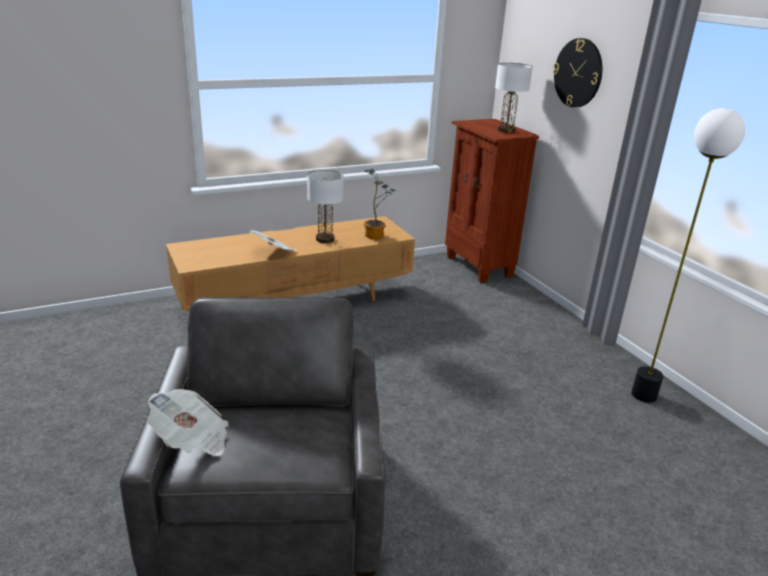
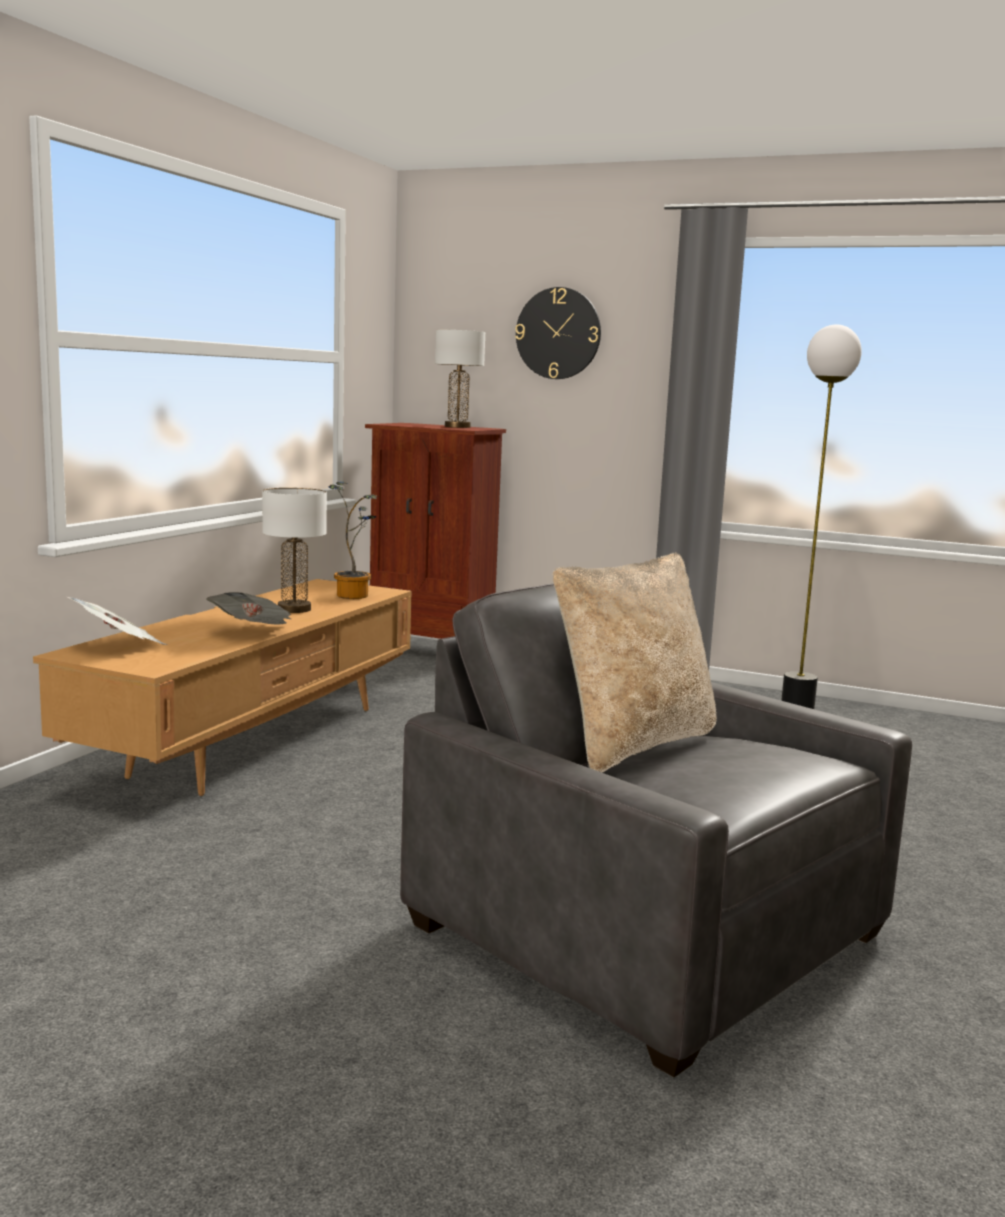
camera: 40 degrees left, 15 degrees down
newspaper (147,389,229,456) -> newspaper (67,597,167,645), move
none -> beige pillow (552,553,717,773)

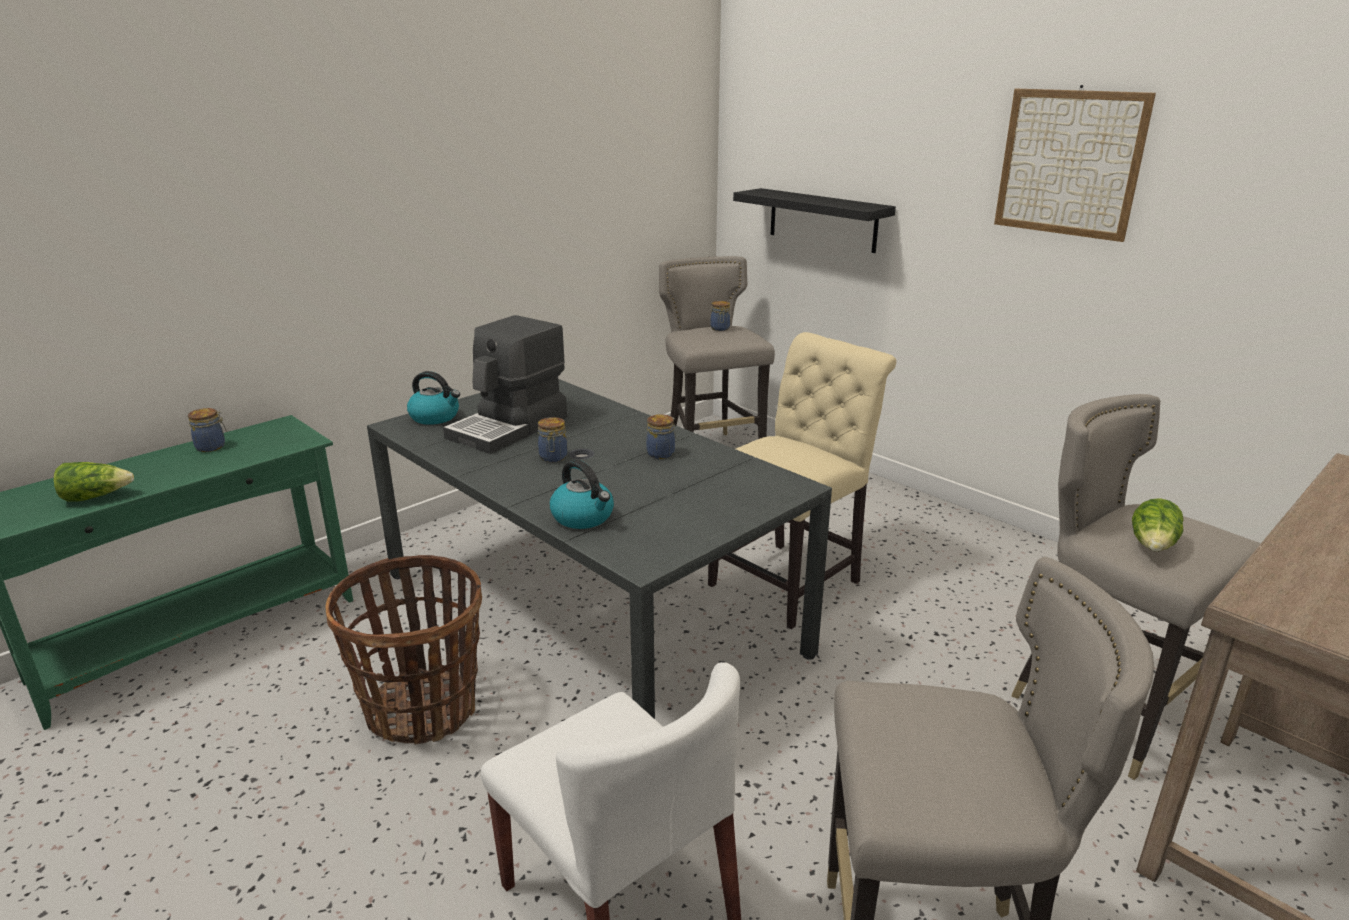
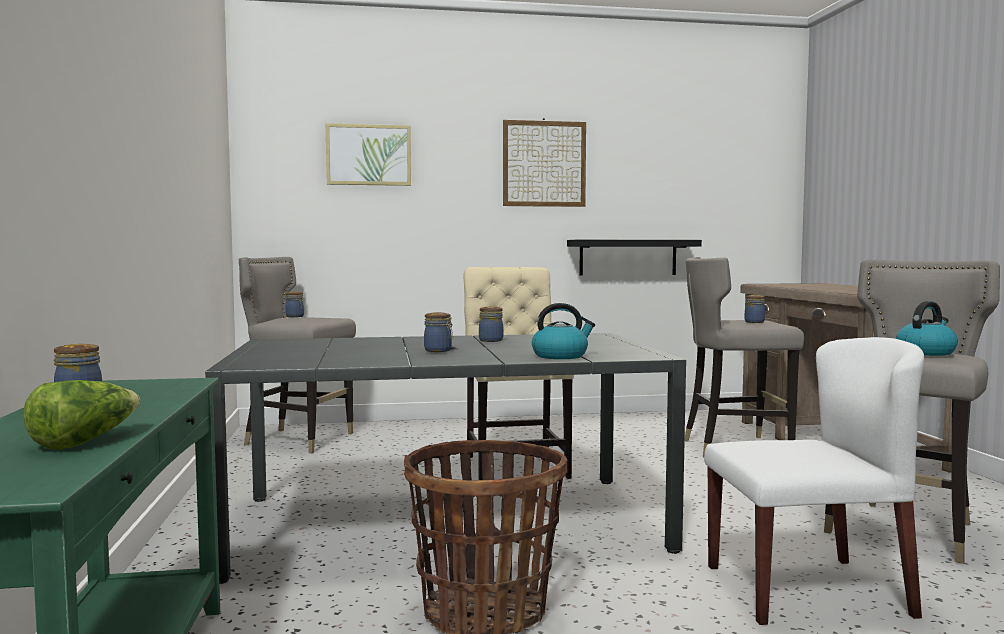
camera: 55 degrees left, 20 degrees down
none -> picture (326,123,411,186)
black shelf (733,188,896,253) -> black shelf (567,240,702,275), move
lettuce (1132,498,1183,552) -> jar (745,295,765,323)
kettle (407,371,460,425) -> kettle (896,301,958,356), move
coffee machine (443,315,567,454) -> none

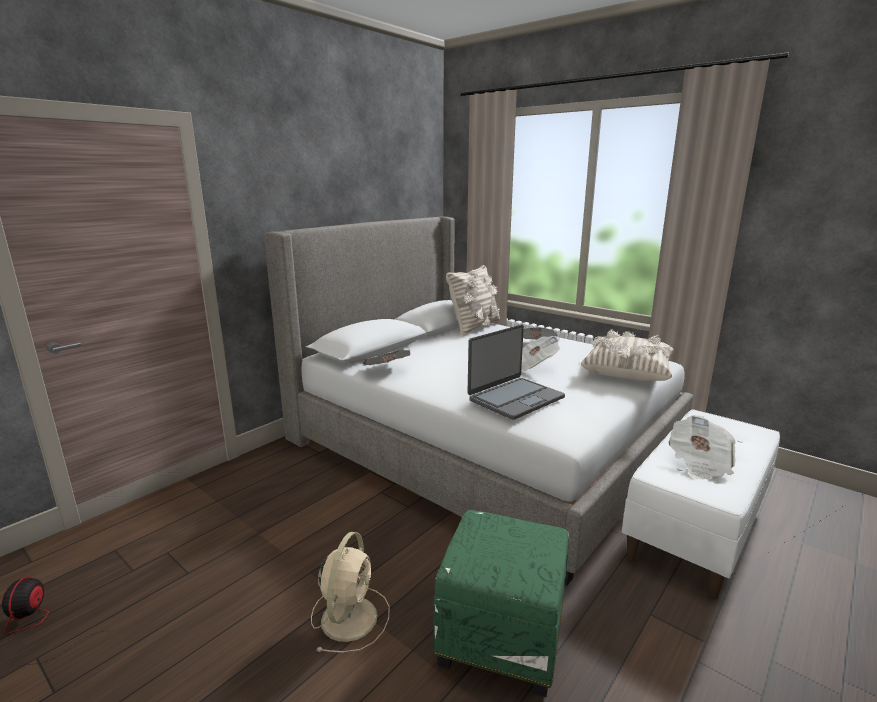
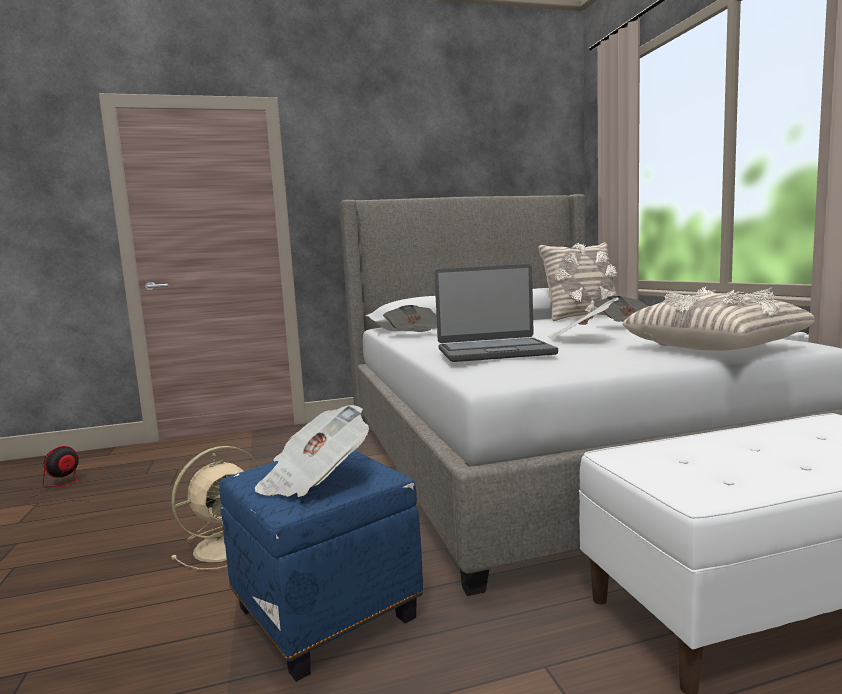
camera: 35 degrees right, 10 degrees down
green ottoman (434,510,569,697) -> blue ottoman (220,450,423,682)
newspaper (668,415,736,480) -> newspaper (255,405,369,497), move

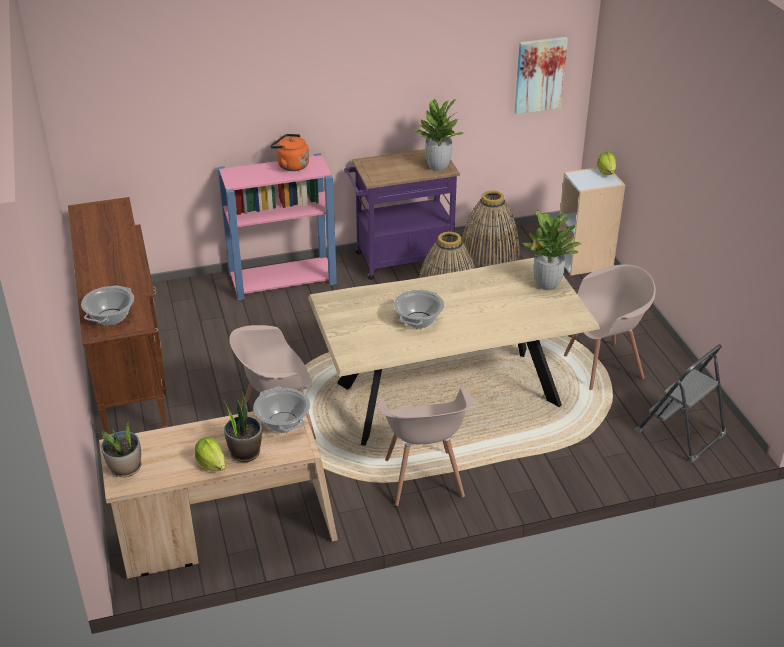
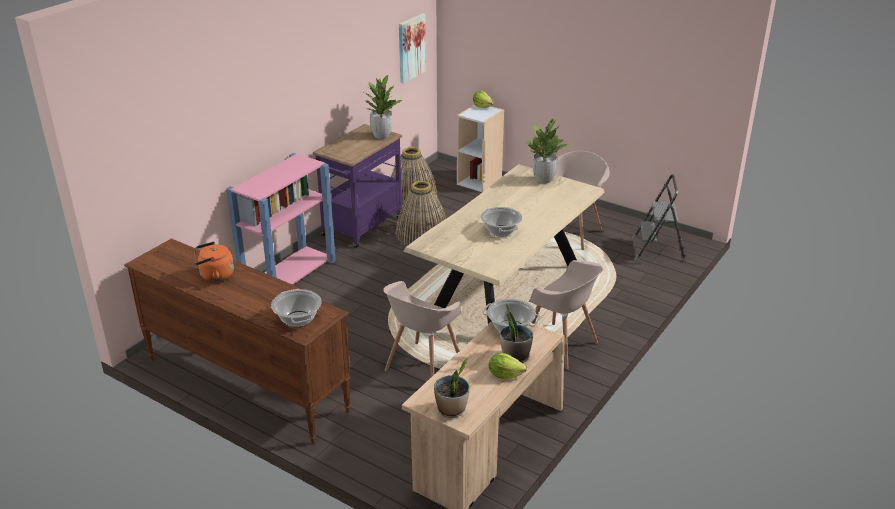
camera: 40 degrees left, 5 degrees down
orange kettle (270,134,309,171) -> orange kettle (194,242,234,282), move

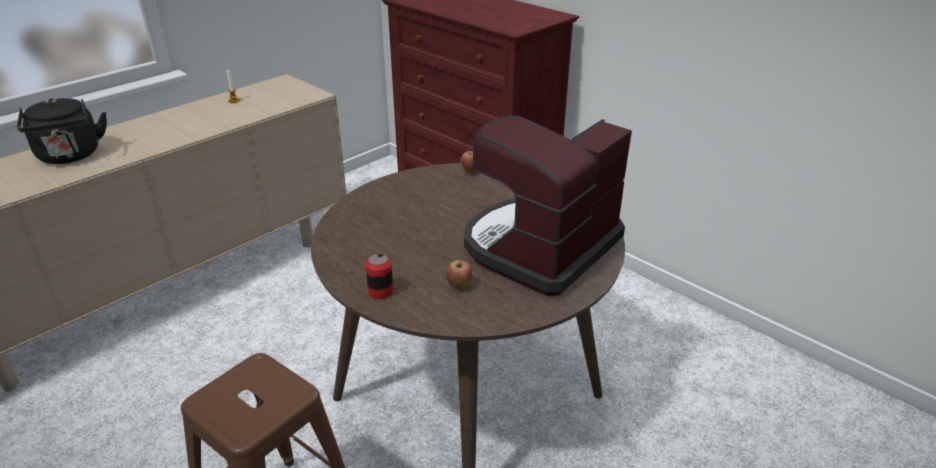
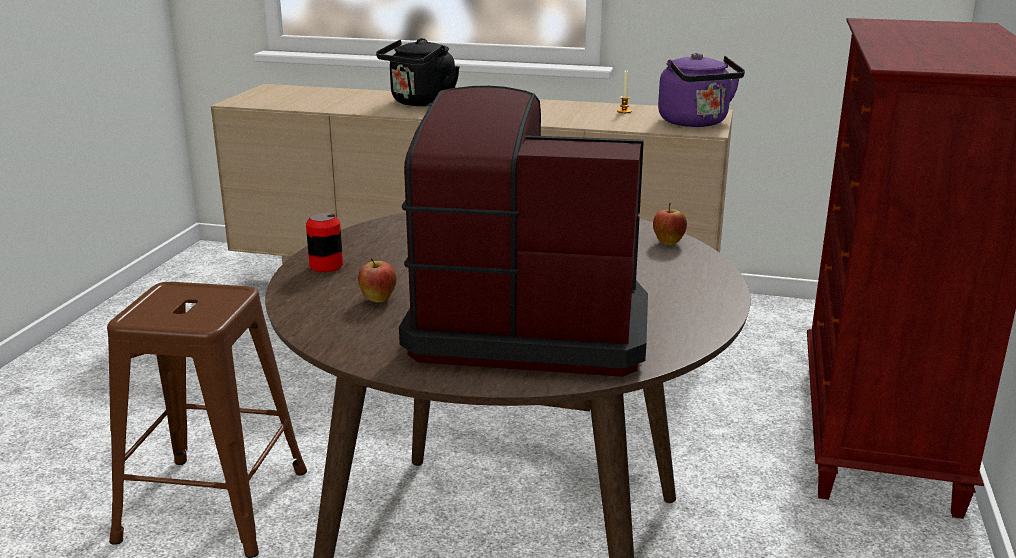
camera: 60 degrees right, 10 degrees down
none -> purple kettle (658,53,745,127)

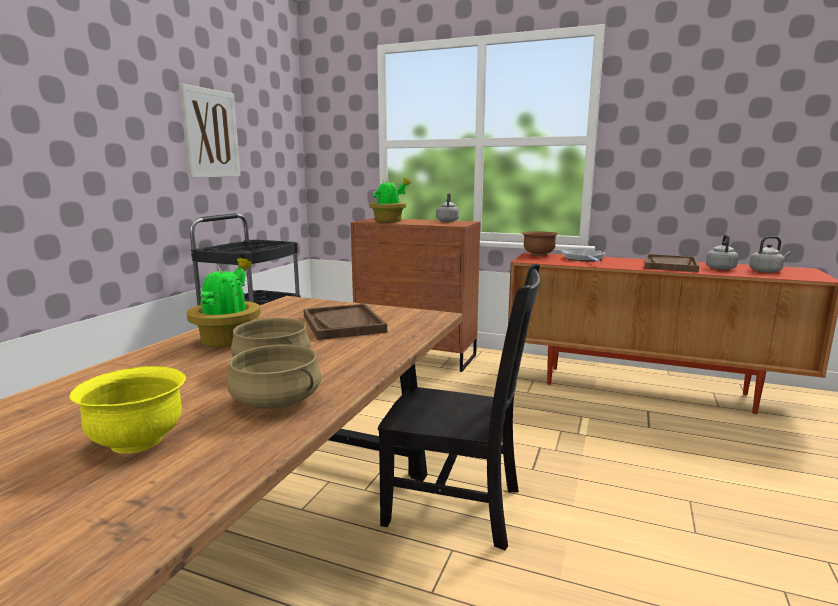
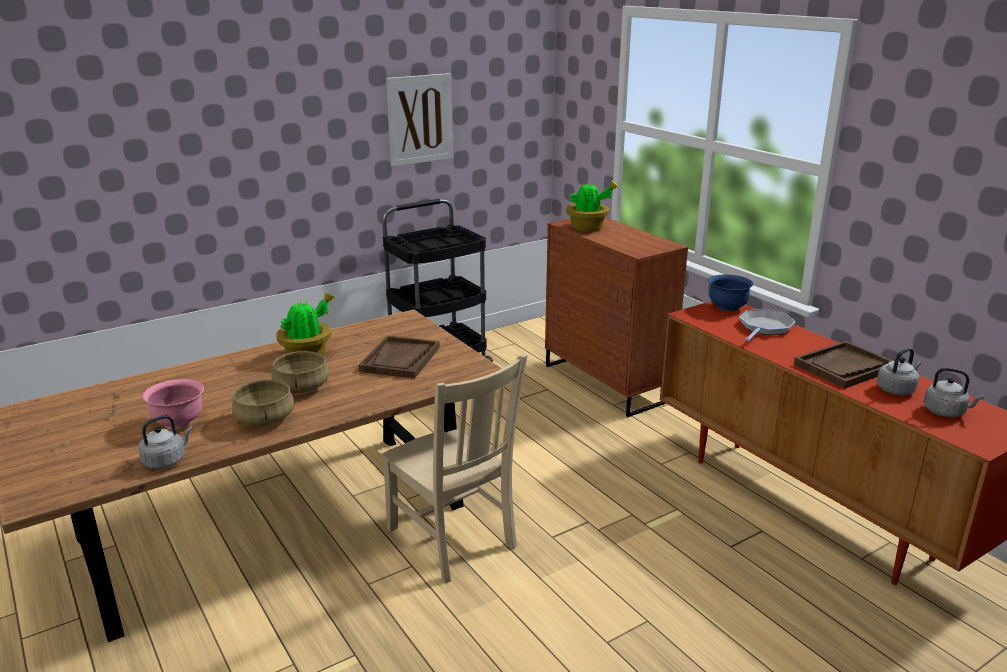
camera: 35 degrees right, 10 degrees up
grey kettle (436,193,459,222) -> grey kettle (138,415,193,469), move
yellow bowl (69,366,186,453) -> pink bowl (143,379,204,429)
black chair (378,263,540,550) -> beige chair (382,354,528,583)
brown bowl (522,231,558,257) -> blue bowl (708,275,753,312)

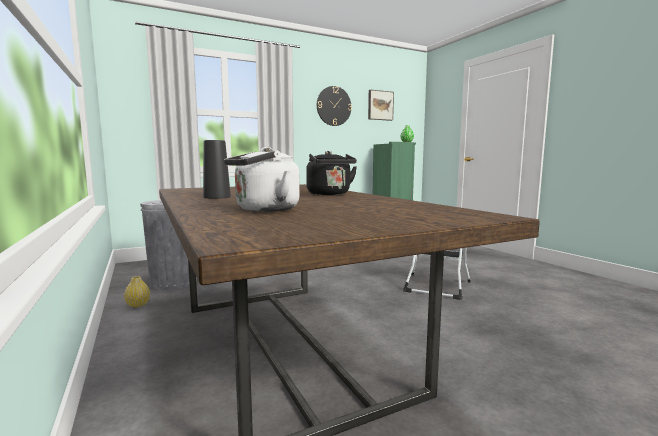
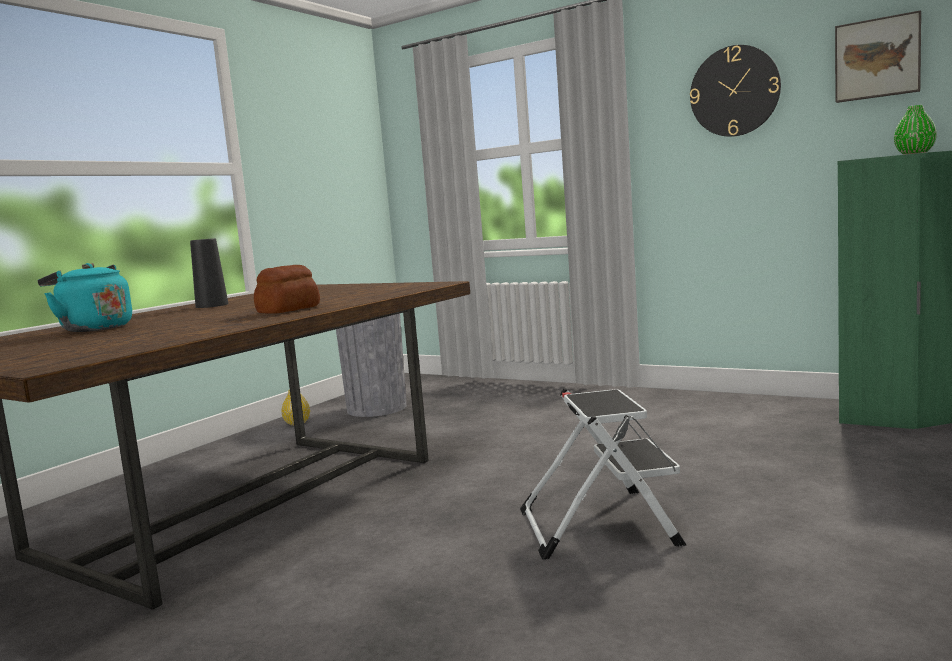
camera: 60 degrees right, 0 degrees up
white kettle (224,147,300,212) -> turquoise kettle (38,263,132,332)
black kettle (306,151,357,195) -> bread (254,265,320,314)

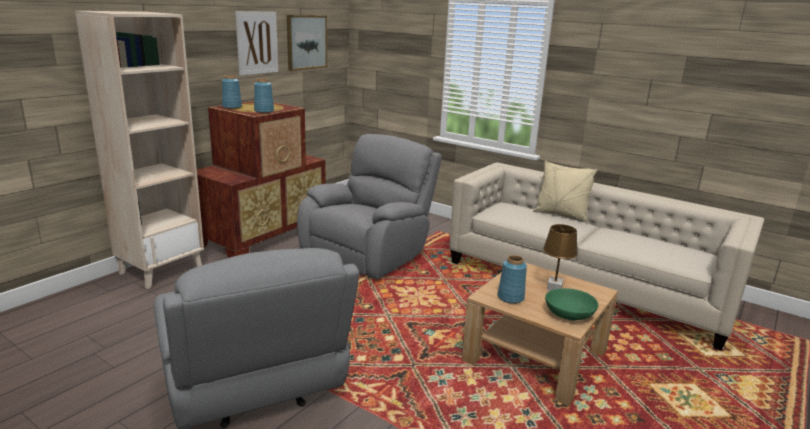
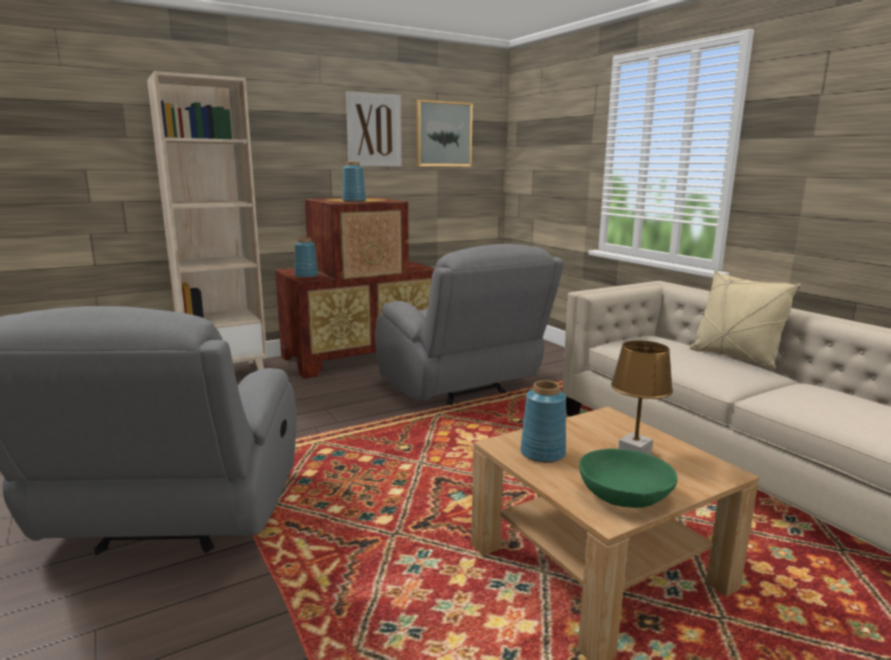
camera: 25 degrees right, 5 degrees down
blue vase (222,75,242,109) -> blue vase (295,238,318,278), move
grey armchair (297,134,442,280) -> grey armchair (375,244,564,405), 90 degrees clockwise

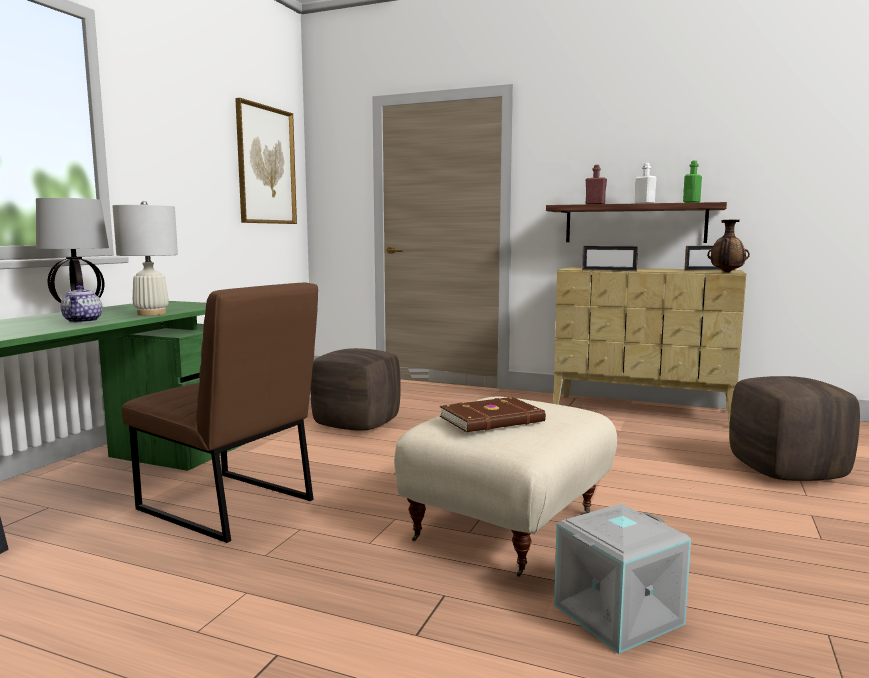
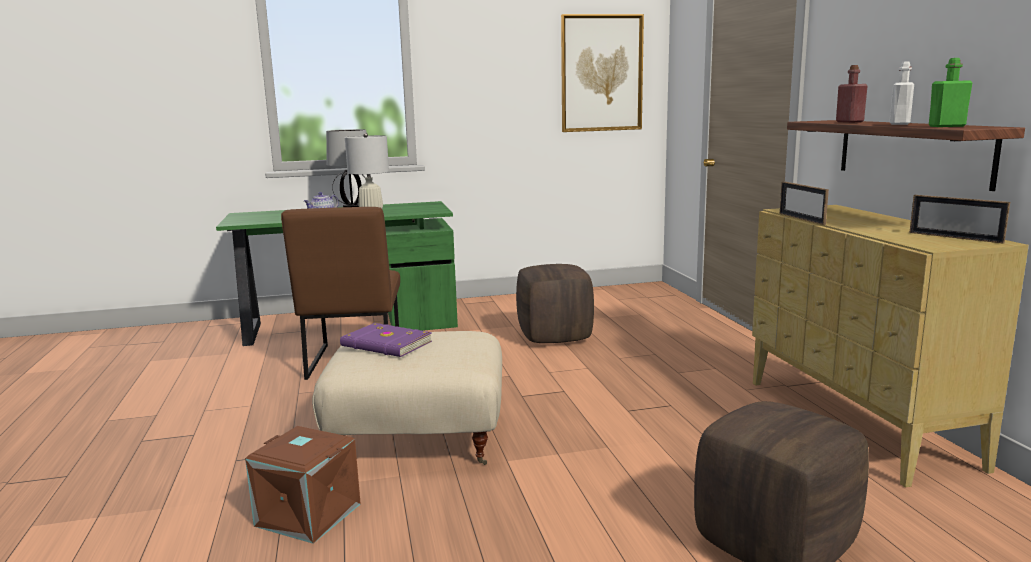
camera: 55 degrees right, 5 degrees up
grey storage box (554,504,691,654) -> brown storage box (245,426,361,544)
brown book (440,397,546,432) -> purple book (340,323,432,357)
vase (707,219,750,273) -> none

